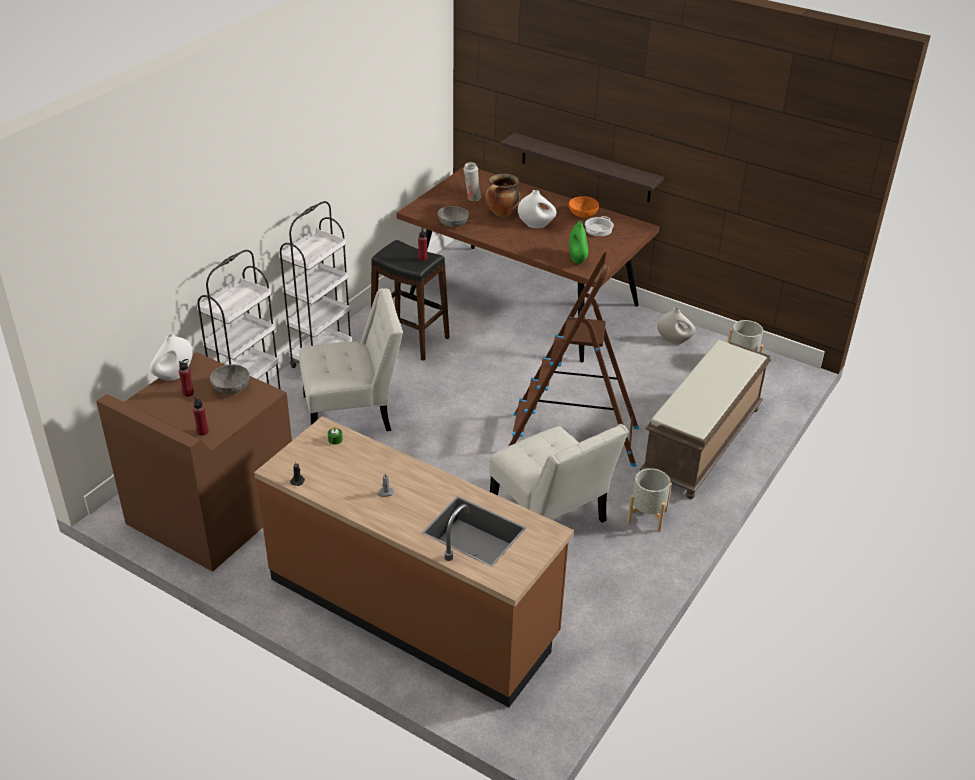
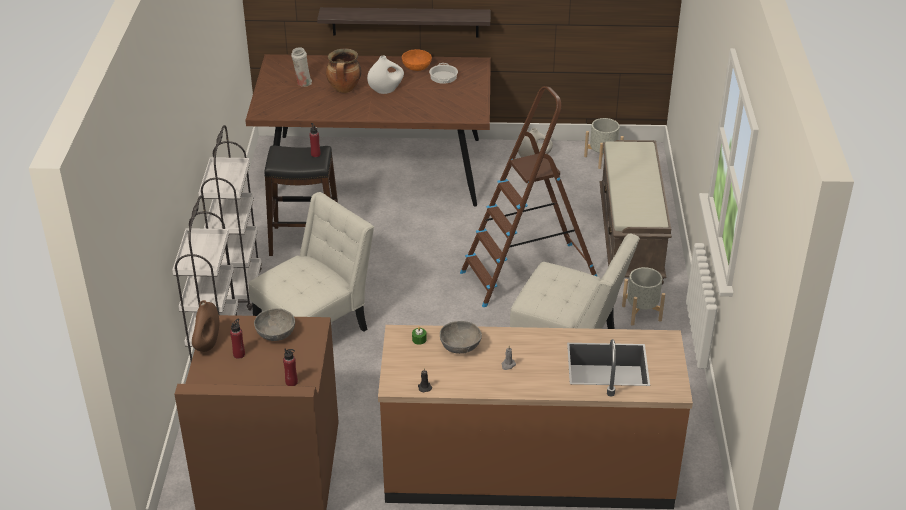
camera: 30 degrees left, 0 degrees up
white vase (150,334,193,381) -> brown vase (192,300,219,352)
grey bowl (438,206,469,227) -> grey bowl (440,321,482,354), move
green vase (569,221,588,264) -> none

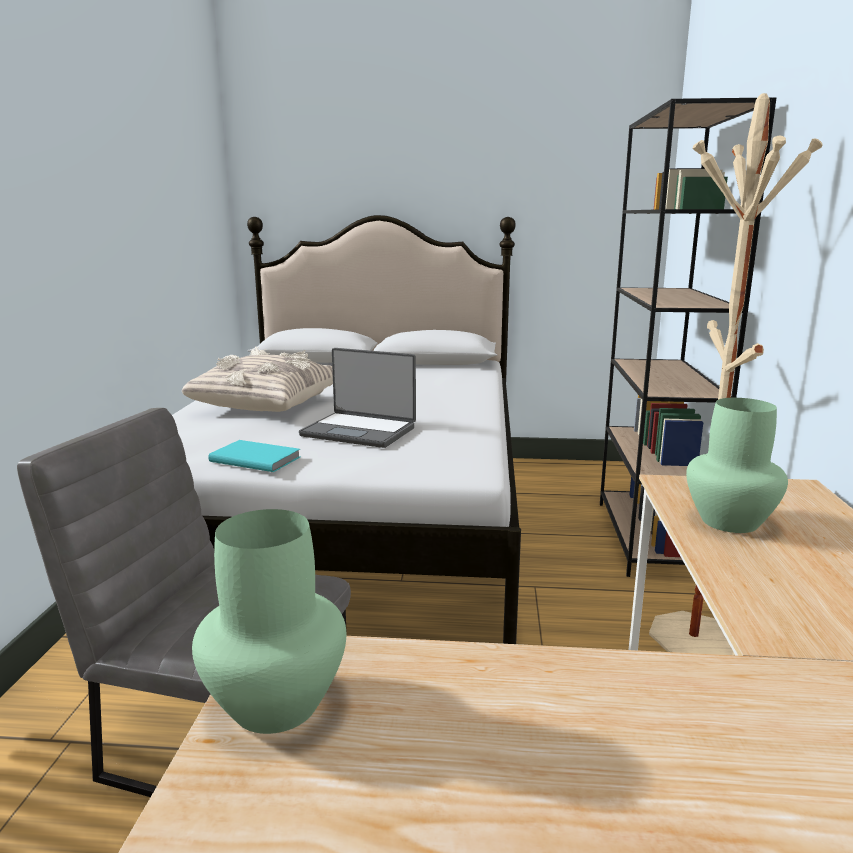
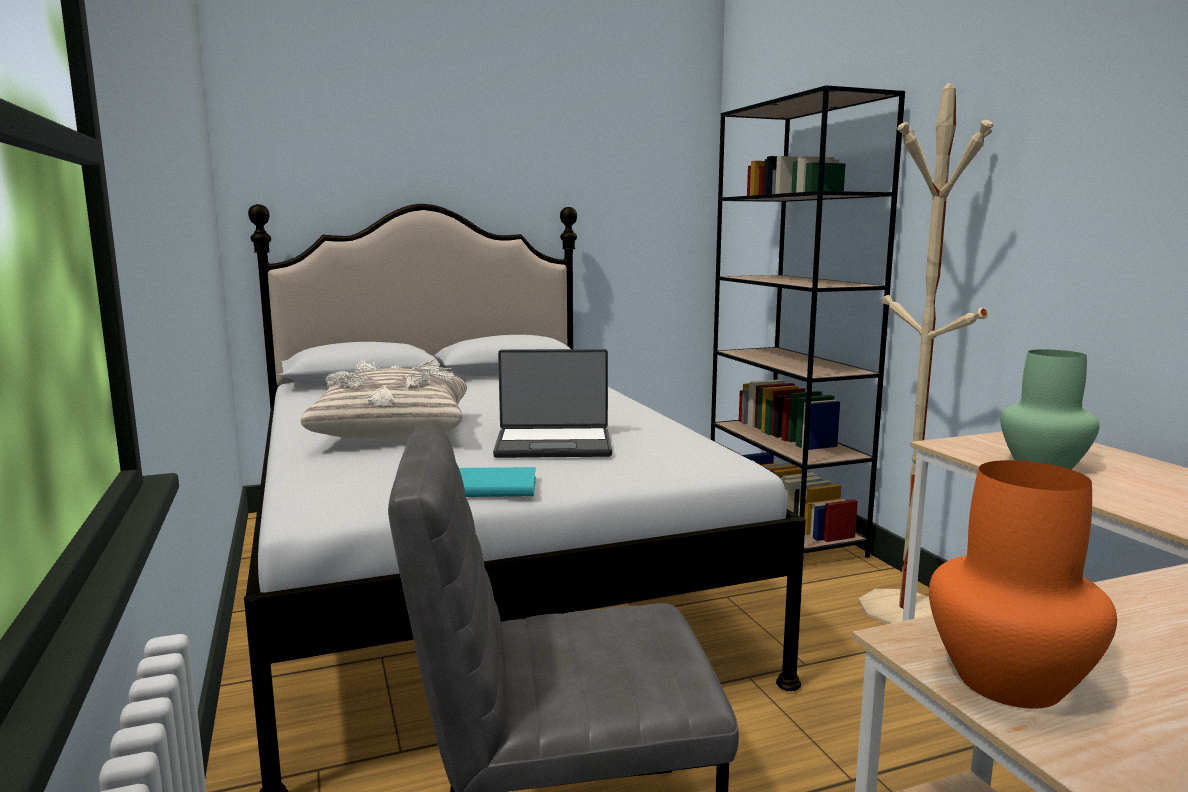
camera: 25 degrees left, 5 degrees down
green vase (192,509,346,734) -> orange vase (929,460,1117,709)

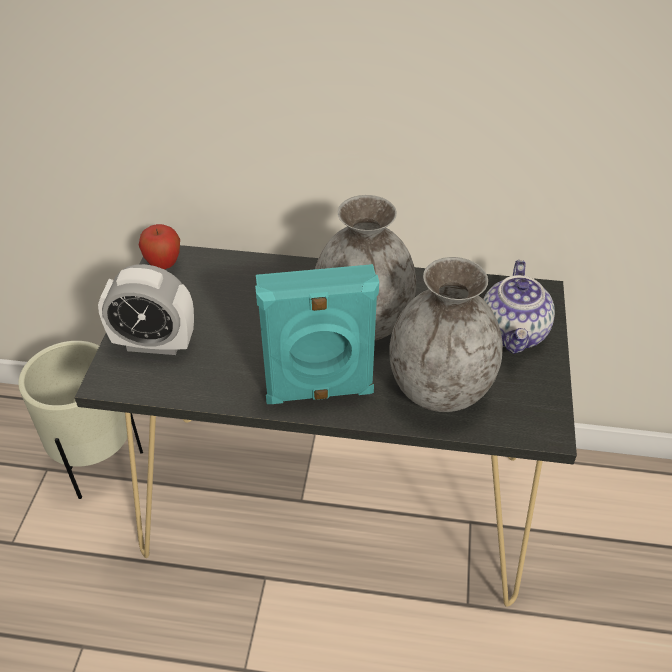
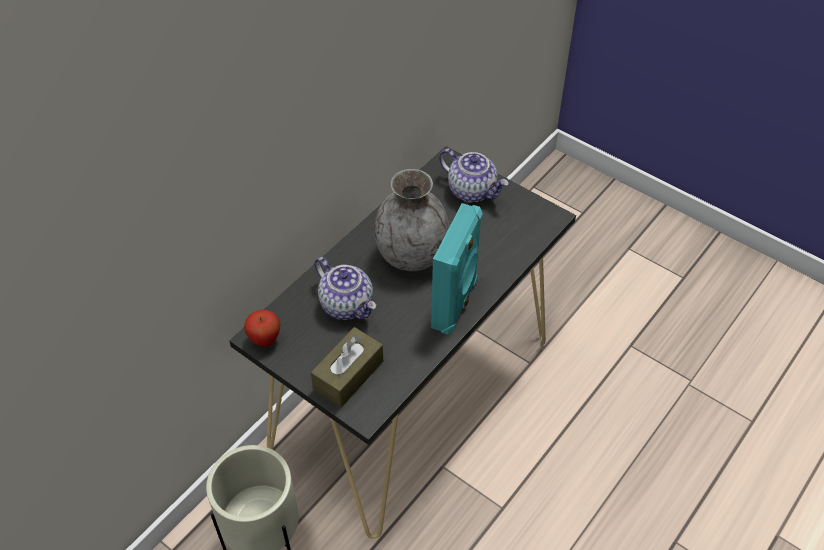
camera: 60 degrees left, 5 degrees up
alarm clock (98,264,194,355) -> brown tissue box (311,327,383,407)
none -> teapot (315,257,376,320)
grey vase (389,257,503,412) -> none

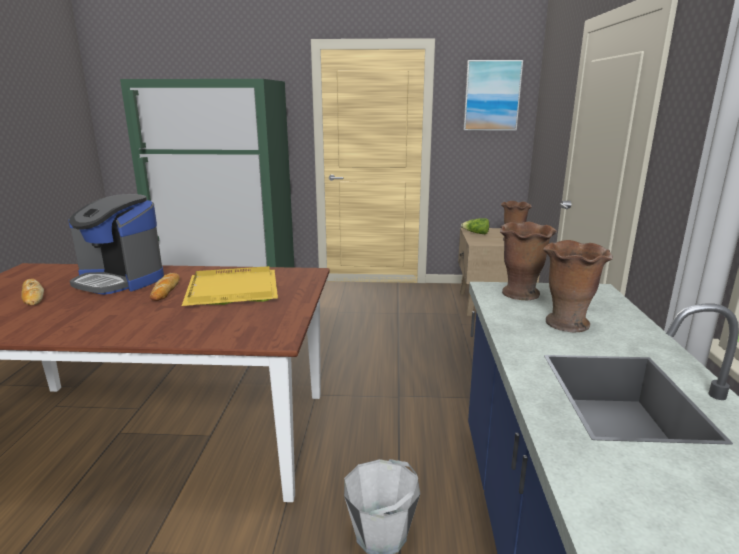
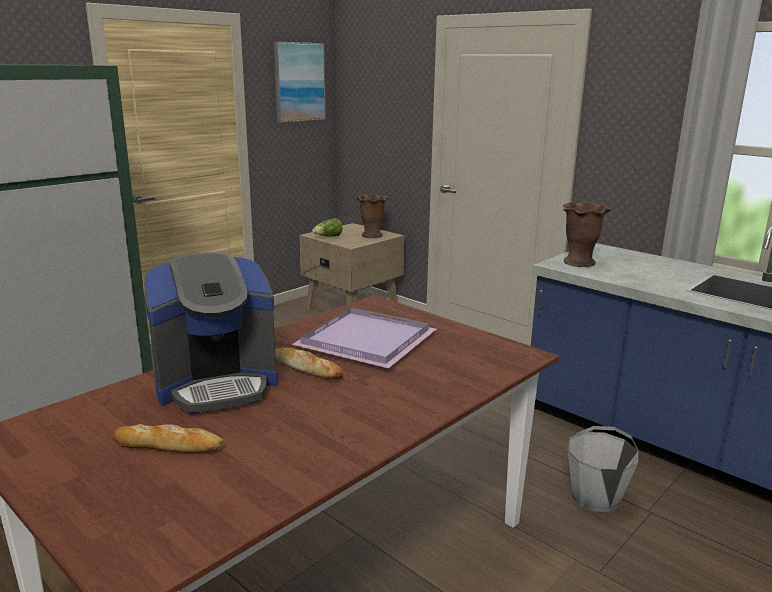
camera: 50 degrees left, 0 degrees up
yellow tray (182,266,278,306) -> purple tray (291,307,436,368)
brown vase (543,240,613,332) -> none

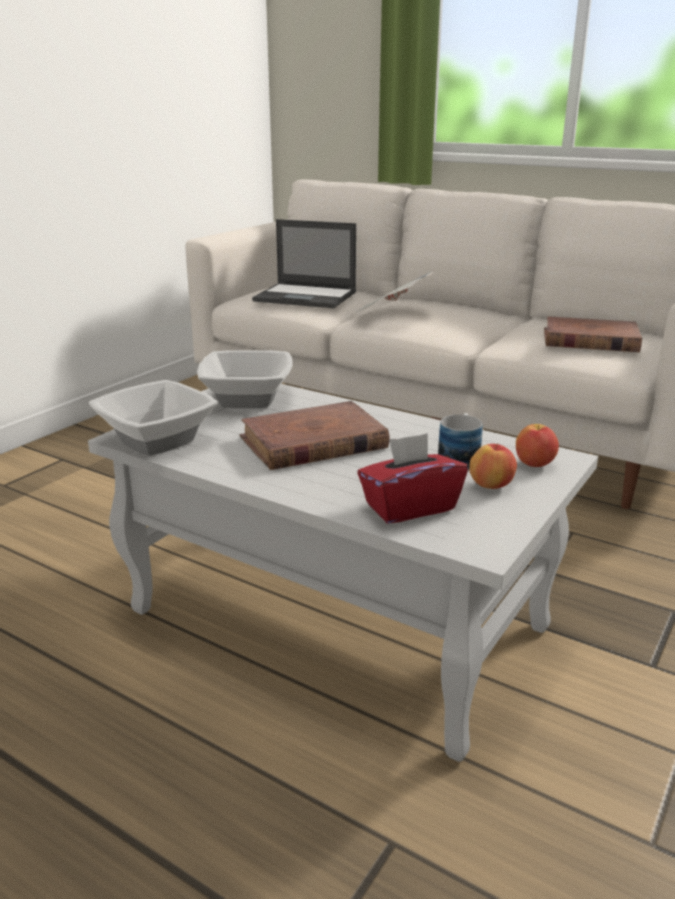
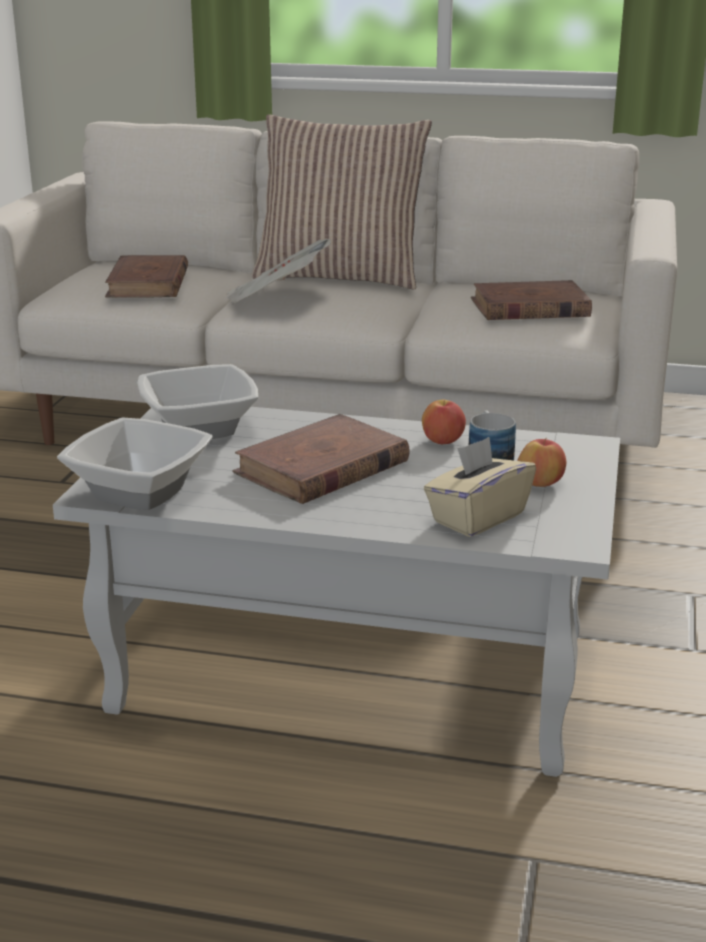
camera: 20 degrees left, 0 degrees up
laptop (252,219,356,308) -> brown book (105,255,188,298)
none -> pillow (252,114,432,289)
apple (516,424,559,467) -> apple (422,400,466,444), move
red tissue box (357,433,468,524) -> beige tissue box (424,437,536,537)

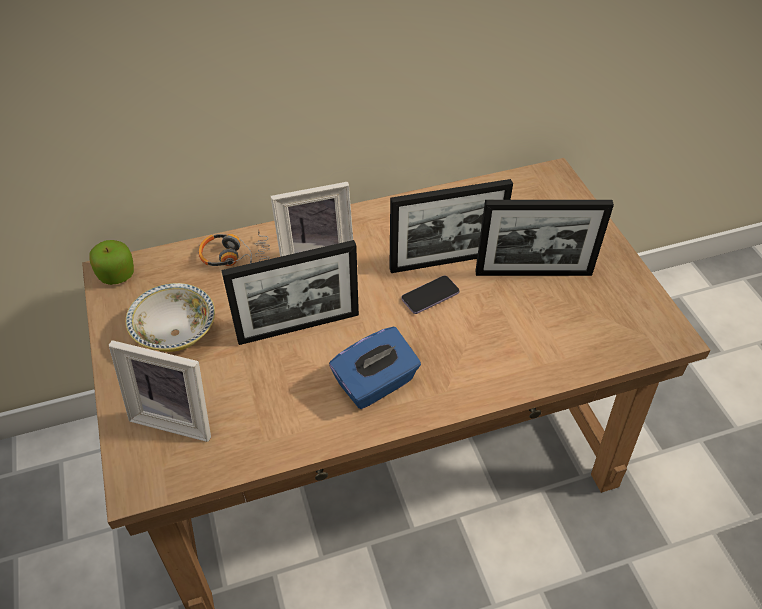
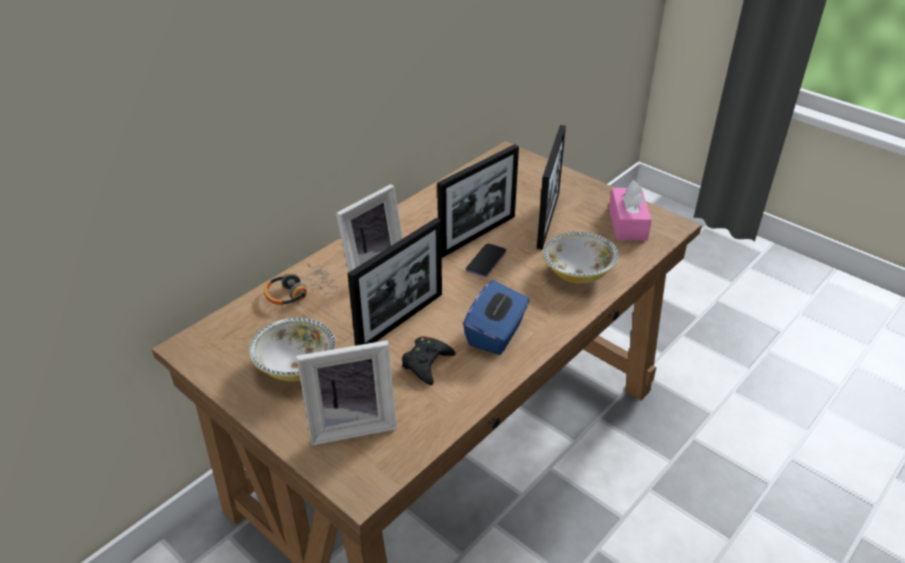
camera: 30 degrees left, 10 degrees down
none -> black game controller (402,337,456,385)
picture frame (475,200,614,276) -> picture frame (537,125,566,250), 45 degrees counterclockwise
none -> bowl (543,231,619,284)
none -> pink tissue box (609,180,651,241)
apple (89,240,134,285) -> none

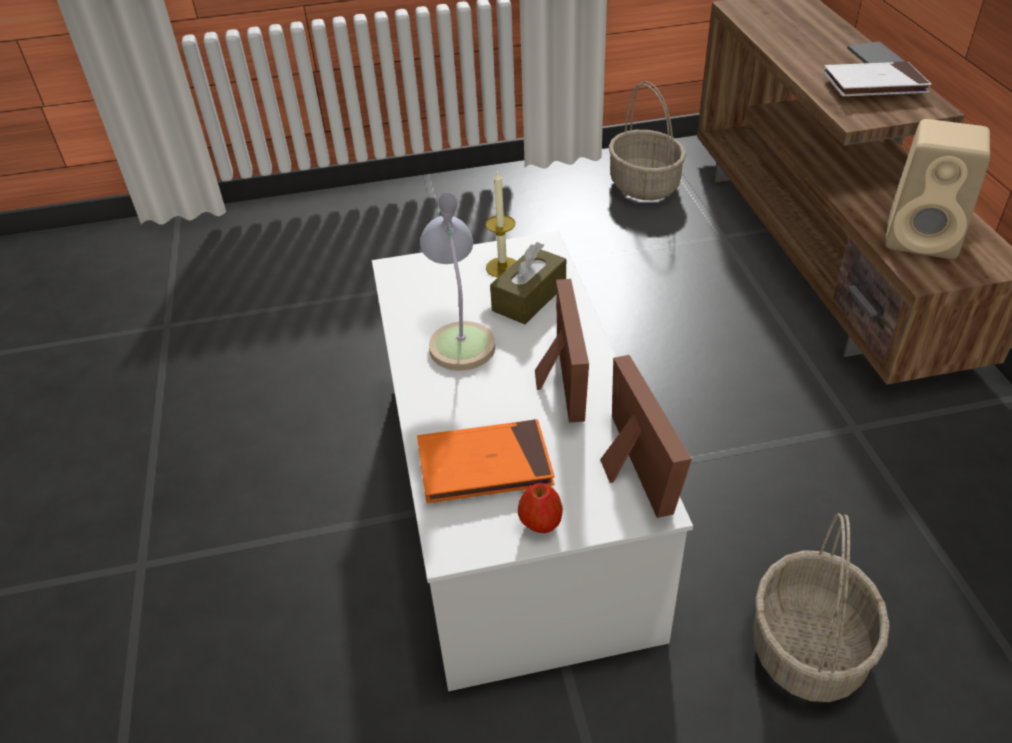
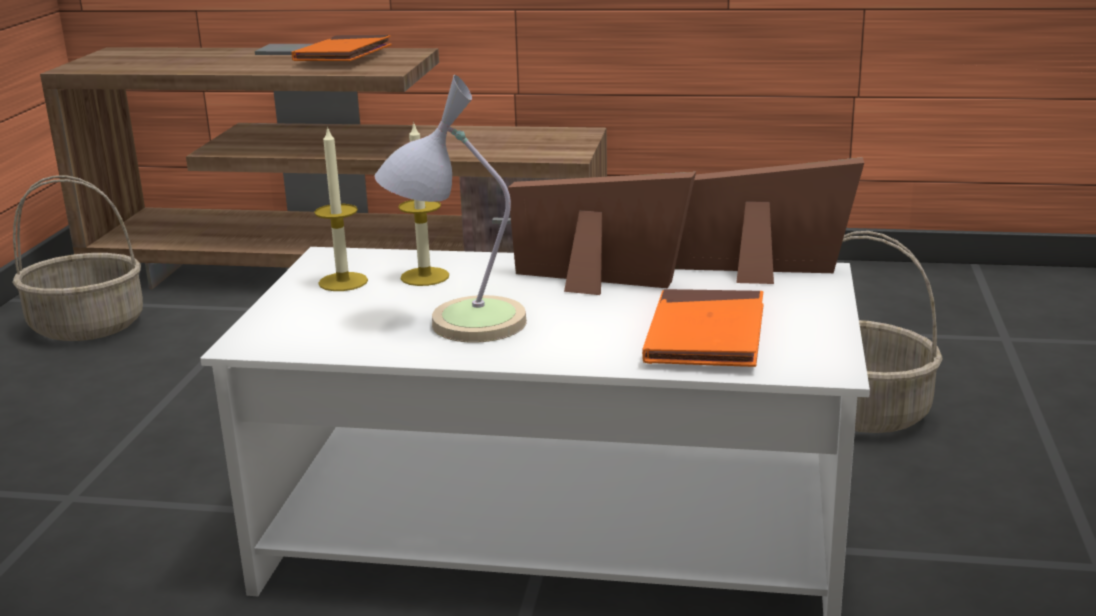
camera: 70 degrees left, 20 degrees down
white book (823,61,932,96) -> orange book (291,35,392,61)
brown tissue box (490,242,566,324) -> candle (399,121,449,286)
apple (518,483,563,533) -> none
beige speaker (885,119,990,259) -> none

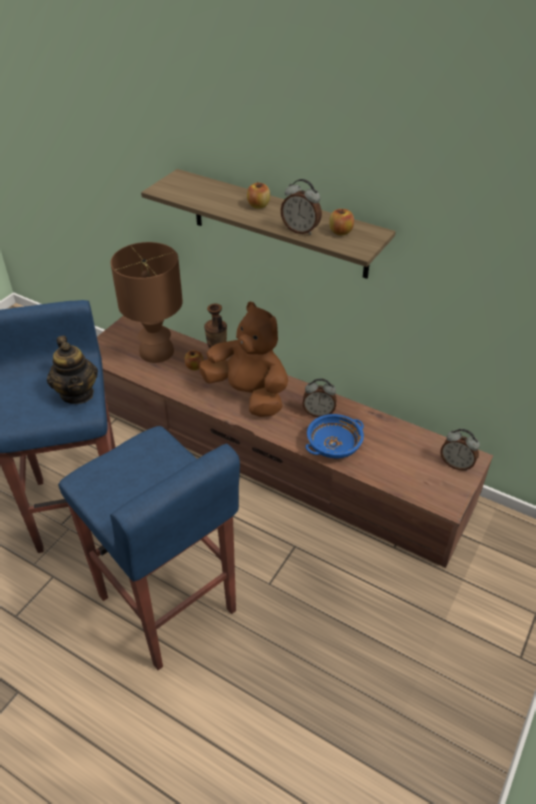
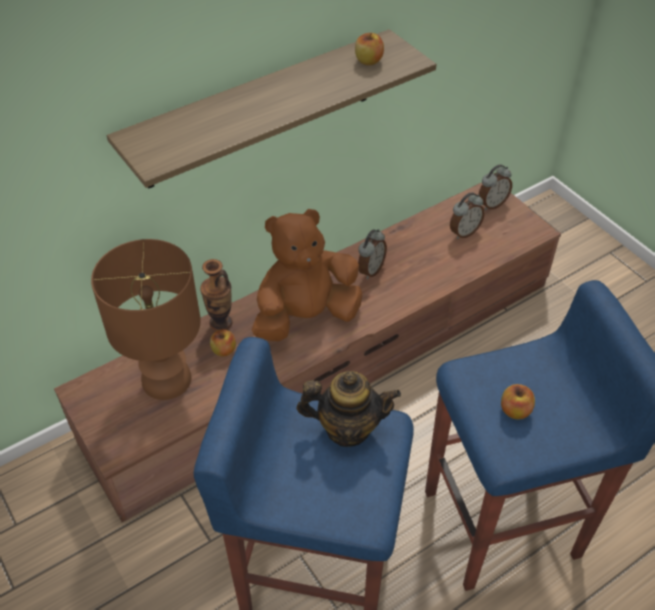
camera: 65 degrees left, 5 degrees up
alarm clock (281,179,322,235) -> alarm clock (450,192,485,239), move
apple (247,182,270,209) -> apple (501,384,535,419), move
blue bowl (306,414,364,458) -> none

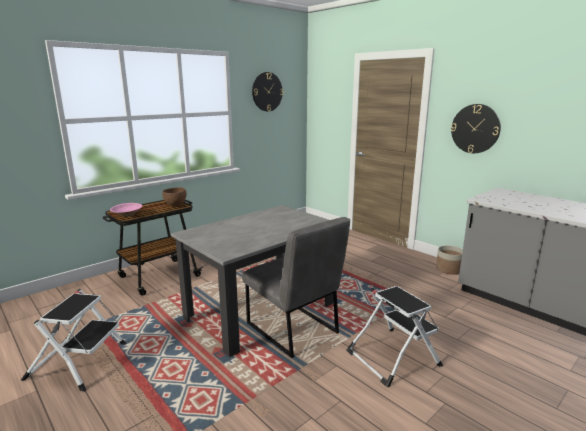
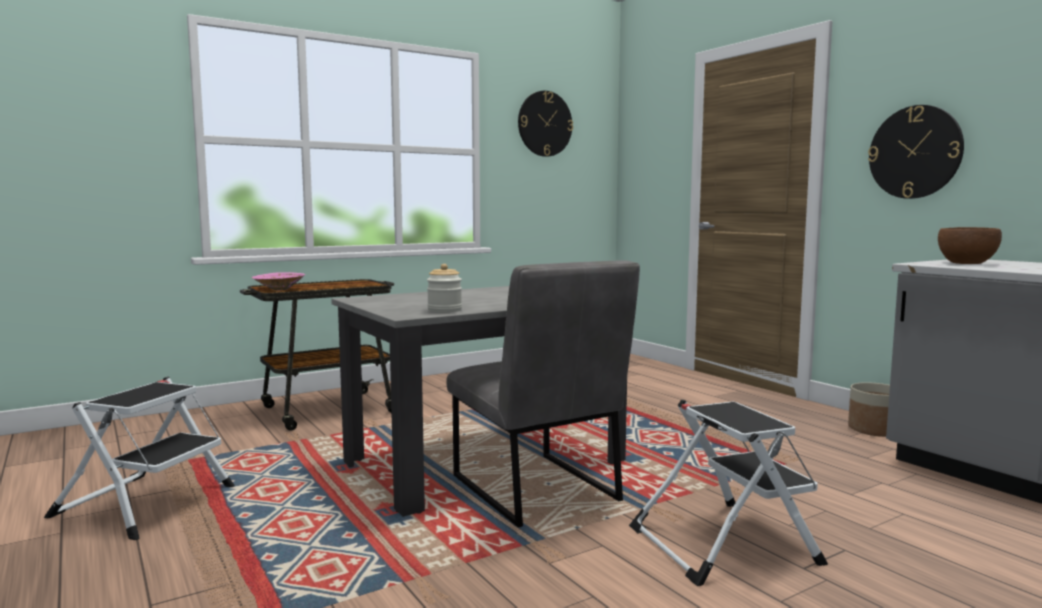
camera: 10 degrees right, 10 degrees down
none -> jar (427,264,462,313)
brown bowl (162,187,187,206) -> brown bowl (938,227,1002,264), move

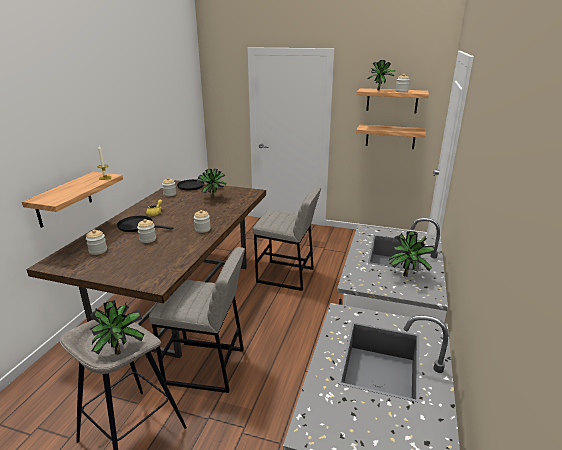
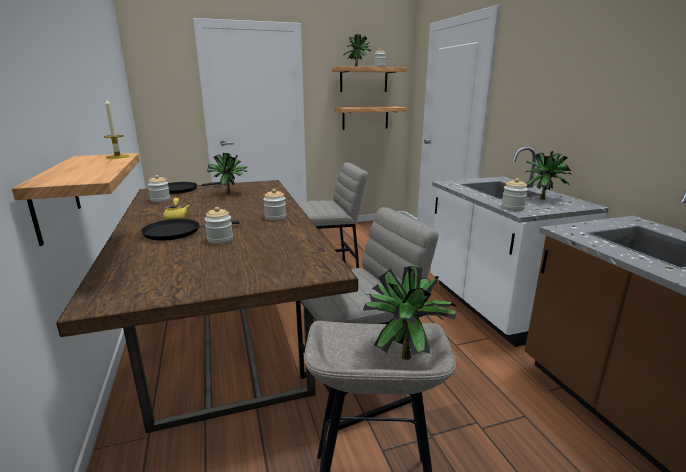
camera: 35 degrees left, 5 degrees down
jar (86,230,107,255) -> jar (501,178,528,211), move

